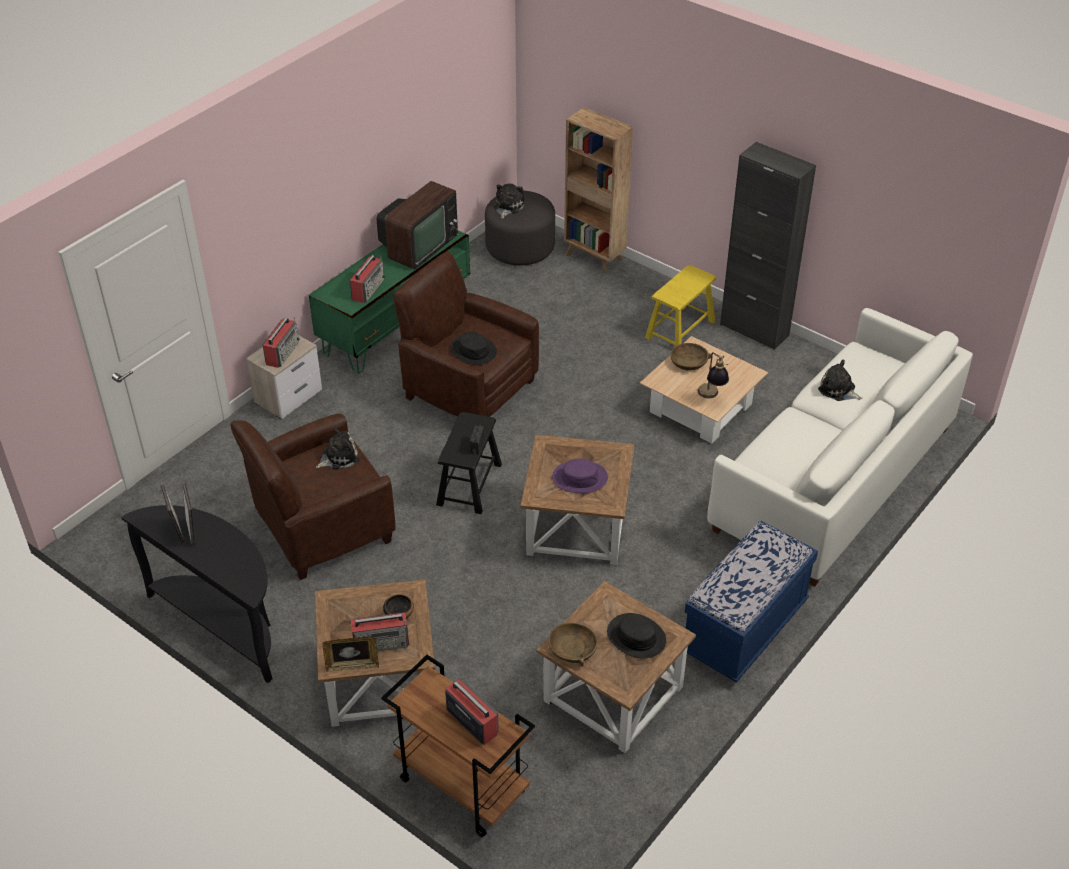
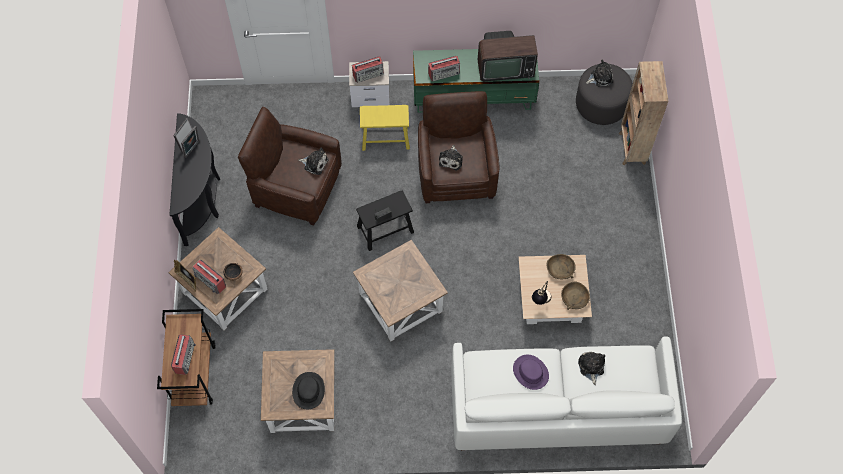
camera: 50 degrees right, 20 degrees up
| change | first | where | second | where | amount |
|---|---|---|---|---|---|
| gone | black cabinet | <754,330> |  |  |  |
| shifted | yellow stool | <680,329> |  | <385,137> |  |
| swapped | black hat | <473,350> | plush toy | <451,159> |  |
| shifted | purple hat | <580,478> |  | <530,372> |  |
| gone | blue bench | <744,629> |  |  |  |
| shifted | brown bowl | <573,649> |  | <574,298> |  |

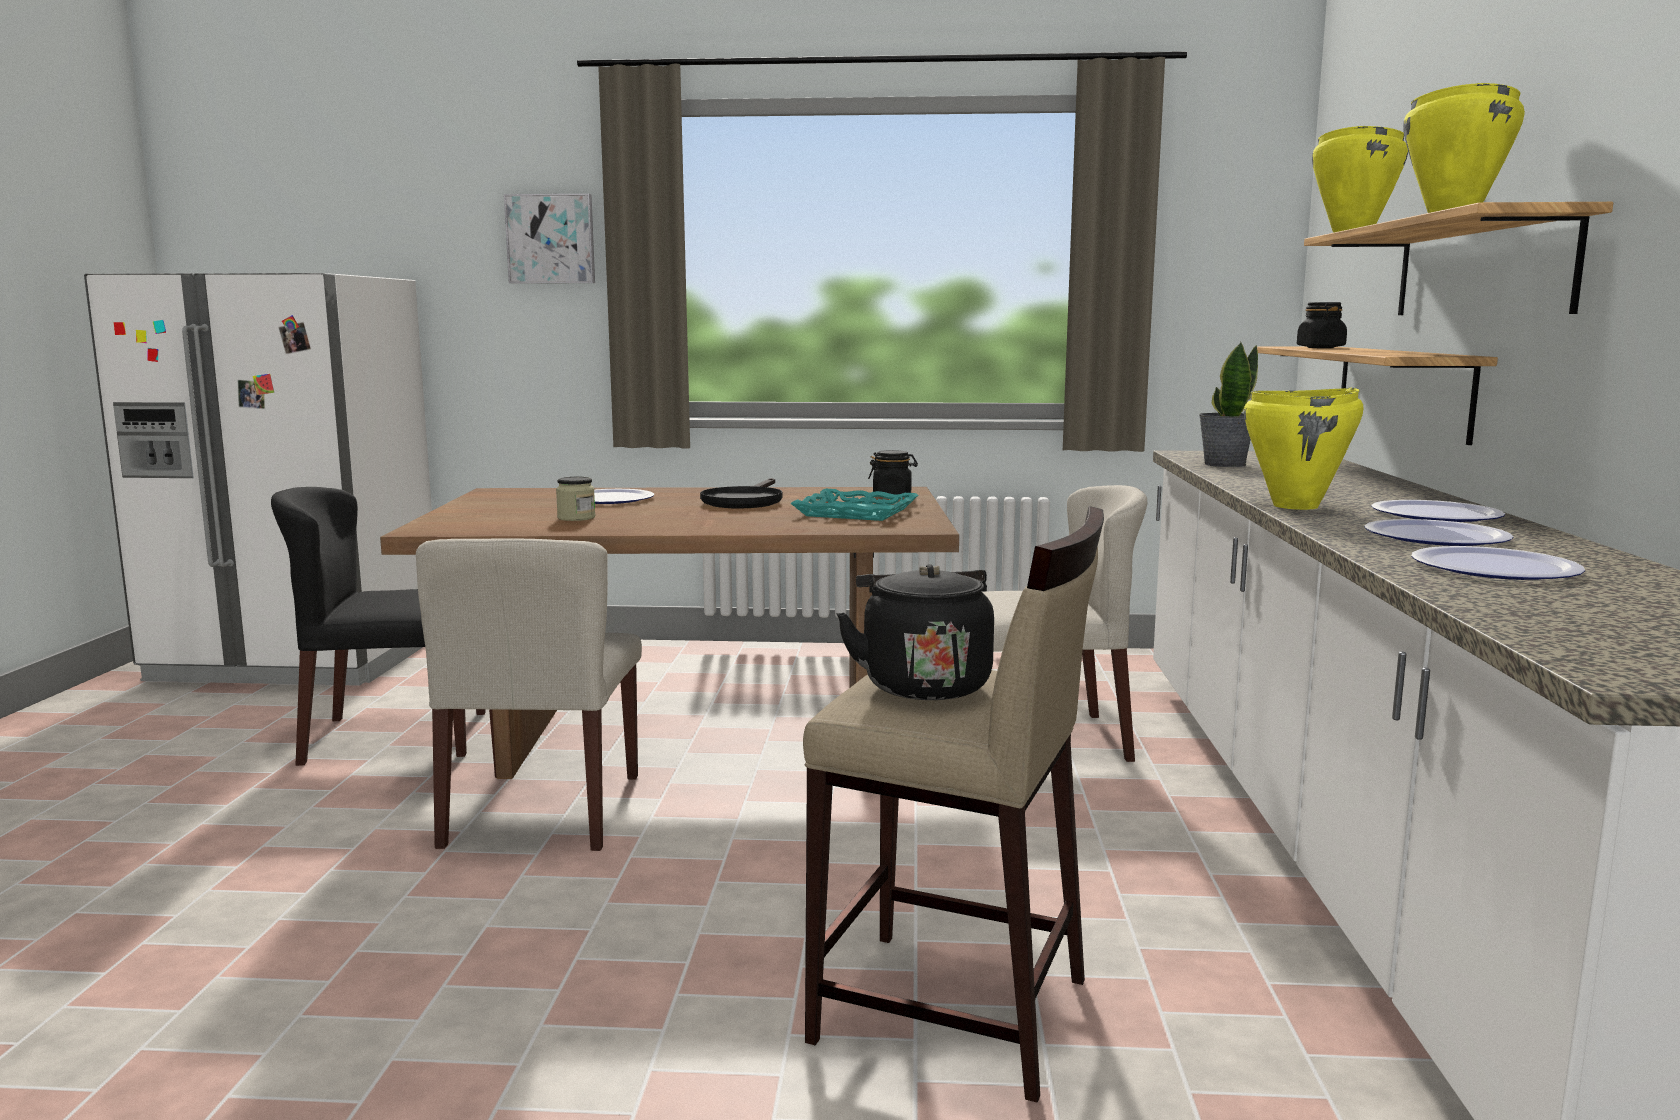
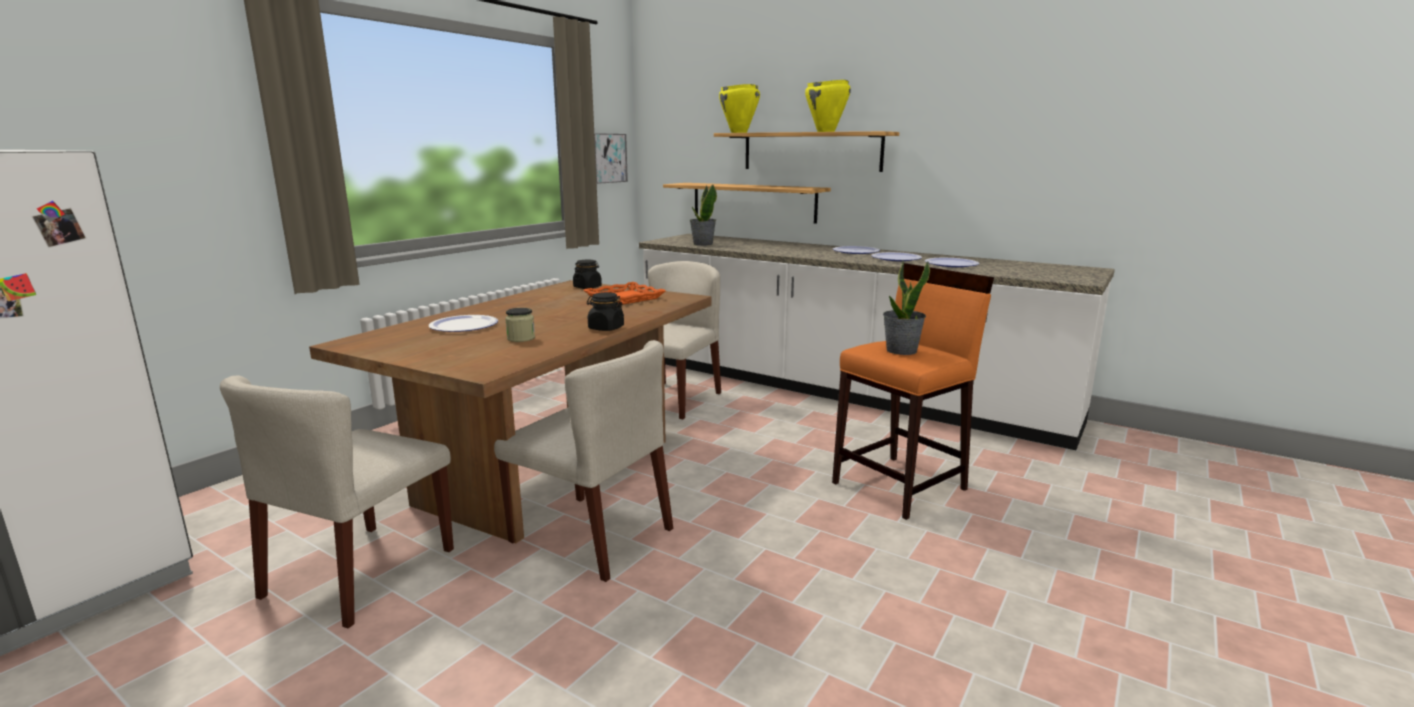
camera: 60 degrees left, 5 degrees up
| change | first | where | second | where | amount |
|---|---|---|---|---|---|
| shifted | picture | <551,239> |  | <607,158> |  |
| shifted | black jar | <1320,347> |  | <605,328> |  |
| gone | yellow cooking pot | <1296,506> |  |  |  |
| gone | black frying pan | <745,501> |  |  |  |
| repainted | black chair | <394,737> | beige chair | <360,573> |  |
| repainted | turquoise tray | <856,512> | orange tray | <624,298> |  |
| repainted | beige stool | <953,1012> | orange stool | <901,486> |  |
| swapped | black kettle | <922,684> | potted plant | <901,351> |  |

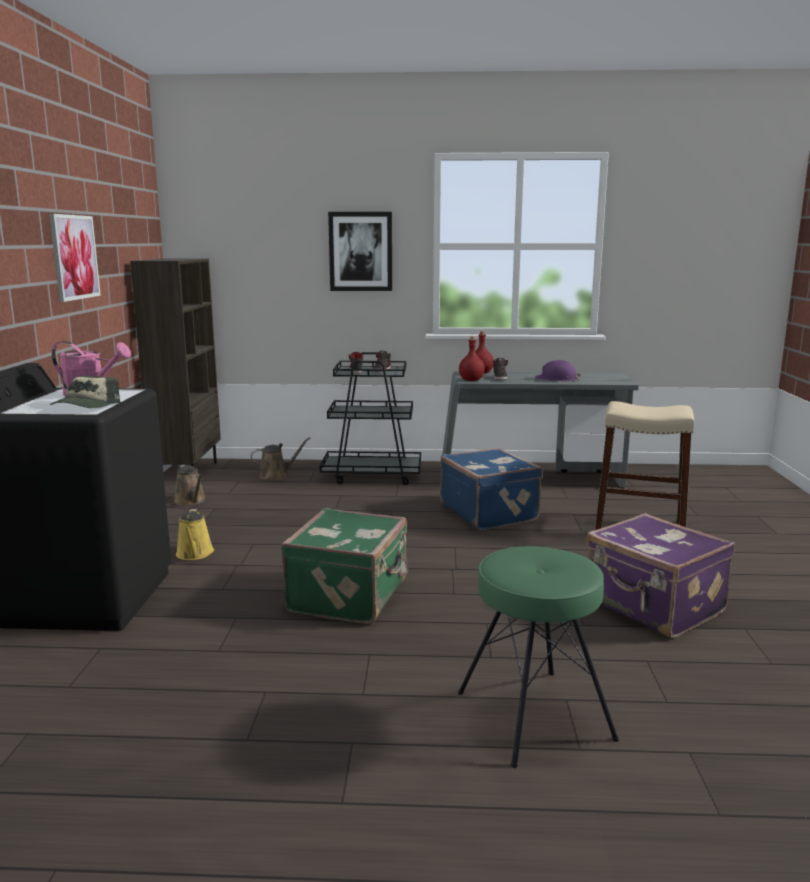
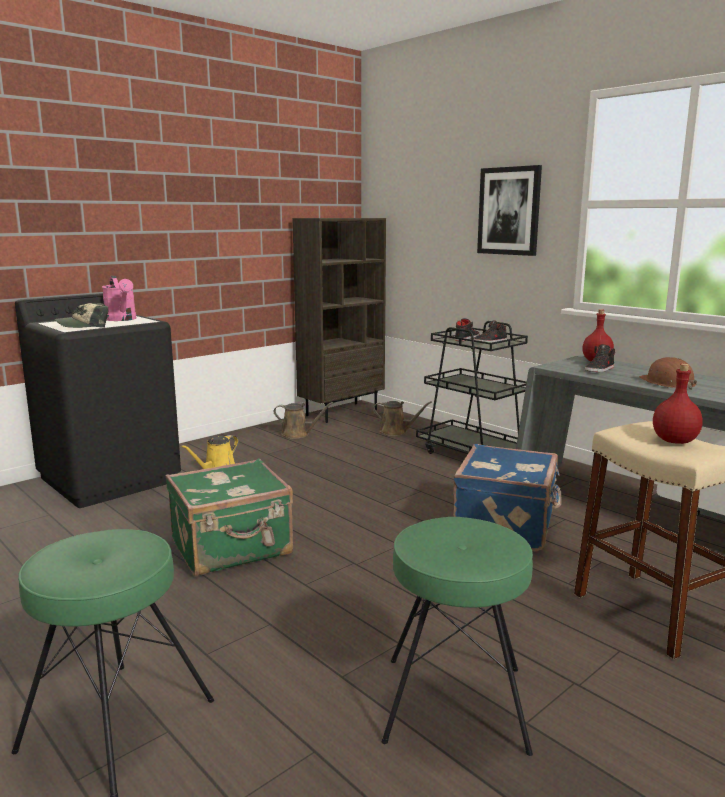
camera: 45 degrees right, 0 degrees up
| change | first | where | second | where | amount |
|---|---|---|---|---|---|
| gone | picture | <74,257> |  |  |  |
| shifted | red bottle | <471,380> |  | <675,441> |  |
| repainted | purple hard hat | <556,379> | brown hard hat | <667,383> |  |
| rotated | brown watering can | <191,501> |  | <298,434> | 90 degrees counterclockwise |
| swapped | purple suitcase | <653,607> | green stool | <455,704> |  |

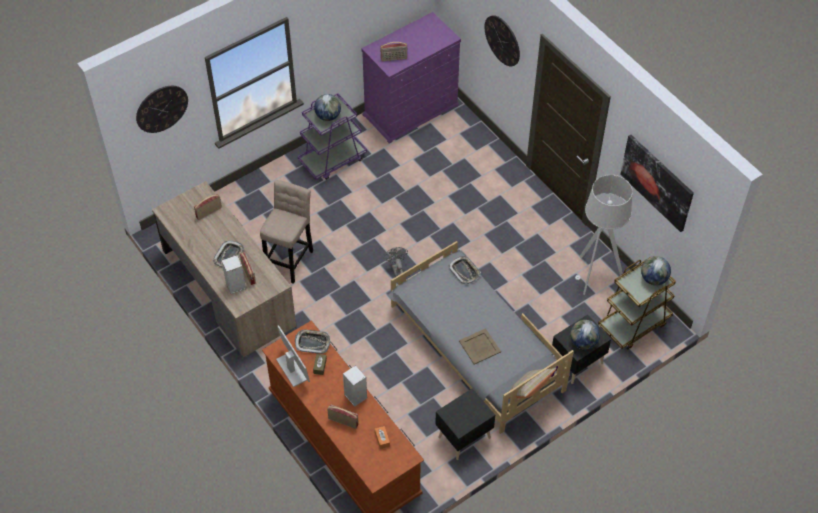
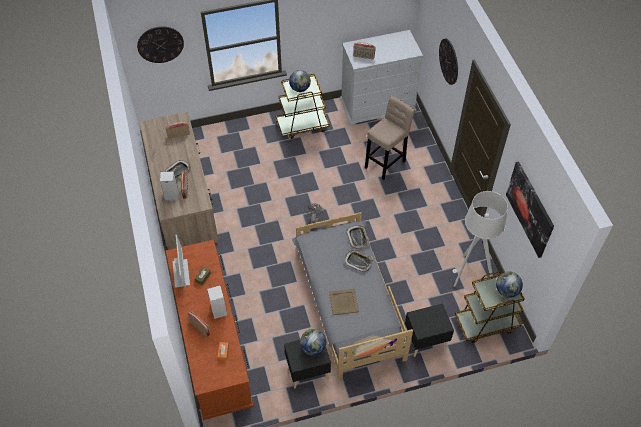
camera: 20 degrees right, 0 degrees up
| change | first | where | second | where | amount |
|---|---|---|---|---|---|
| repainted | purple dresser | <411,110> | white dresser | <377,104> |  |
| repainted | purple cart | <333,159> | brown cart | <302,125> |  |
| shifted | beige stool | <290,260> |  | <386,162> |  |
| shifted | globe | <583,342> |  | <313,348> |  |
| shifted | tray | <312,343> |  | <358,262> |  |

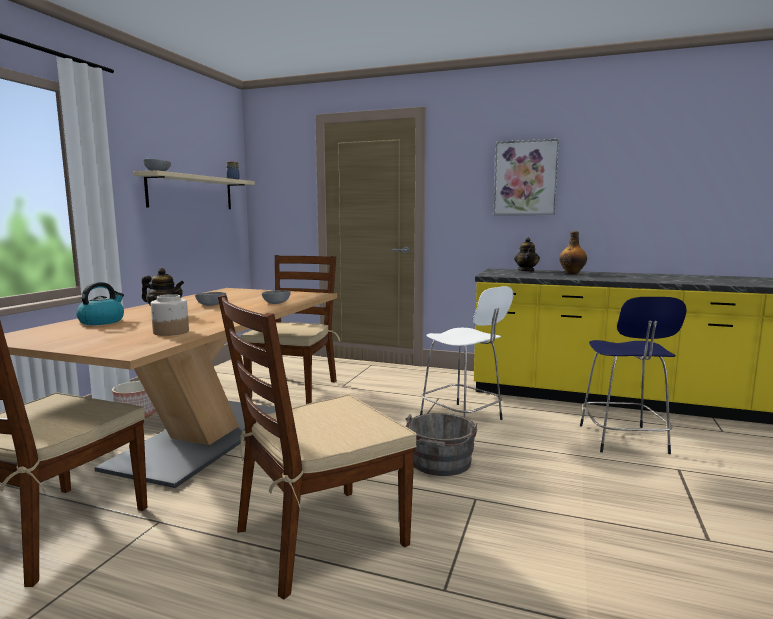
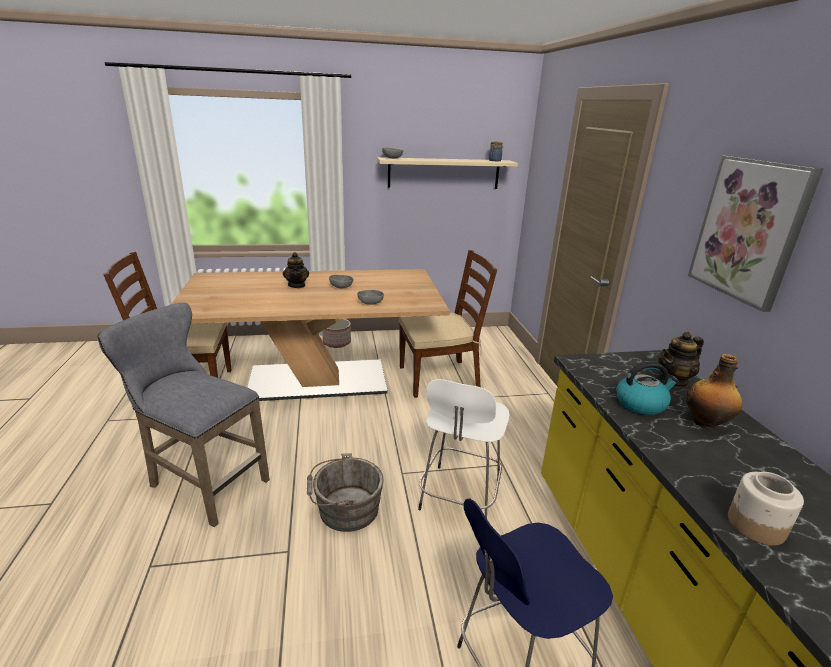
camera: 60 degrees right, 15 degrees up
| change | first | where | second | where | amount |
|---|---|---|---|---|---|
| shifted | kettle | <102,321> |  | <641,404> |  |
| shifted | jar | <171,332> |  | <755,525> |  |
| swapped | brown chair | <319,537> | grey stool | <203,482> |  |

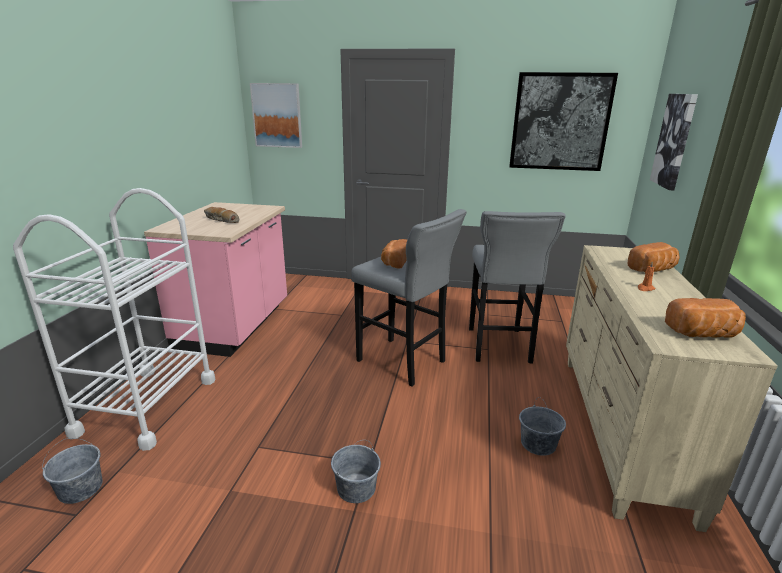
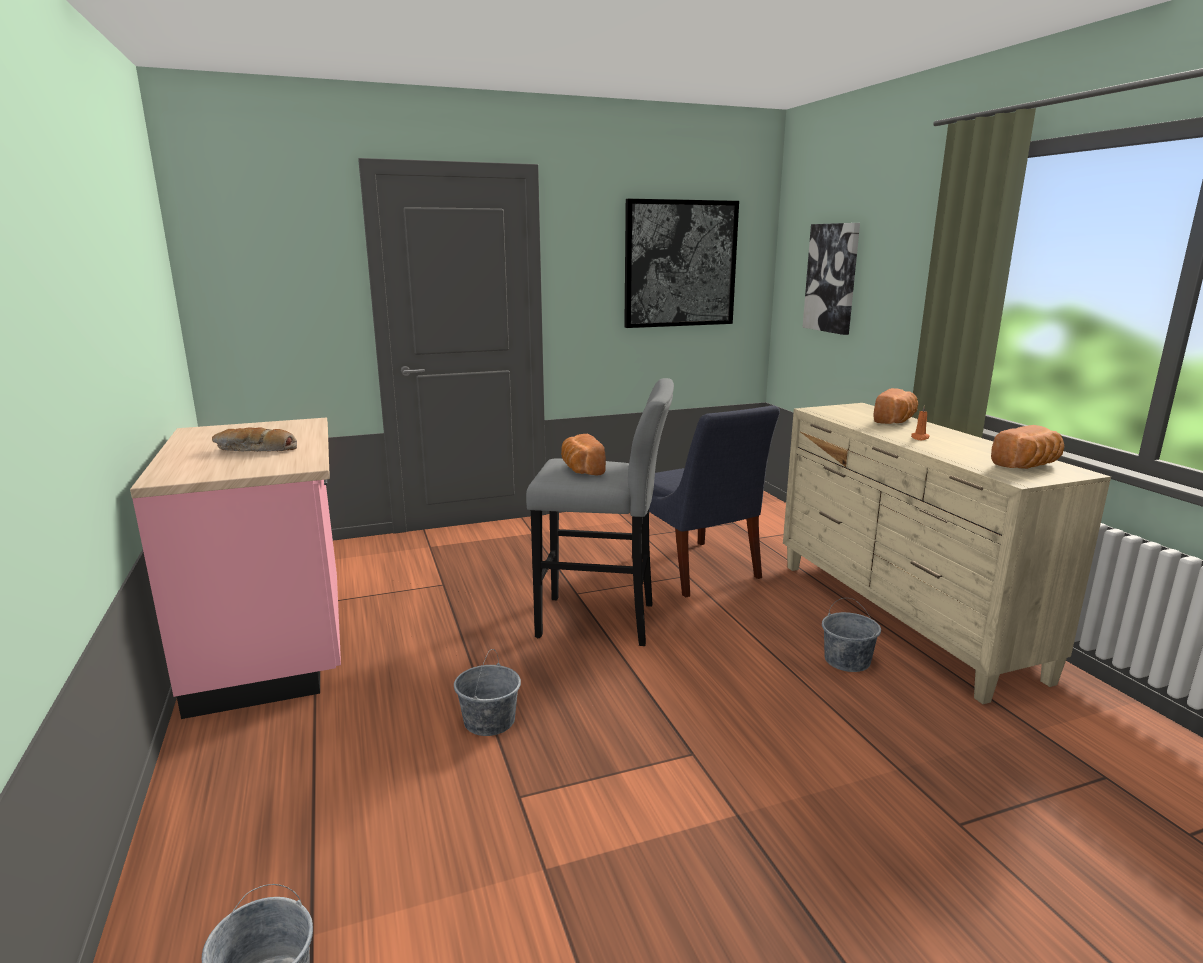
camera: 30 degrees left, 5 degrees down
| change | first | where | second | where | amount |
|---|---|---|---|---|---|
| gone | picture | <277,115> |  |  |  |
| gone | white cart | <147,406> |  |  |  |
| swapped | grey stool | <499,347> | blue chair | <697,570> |  |
| shifted | grey bucket | <356,488> |  | <489,721> |  |

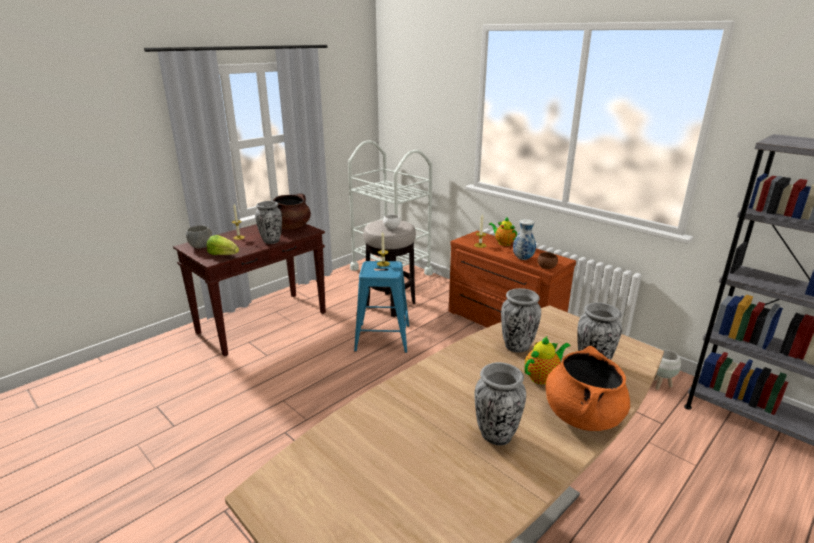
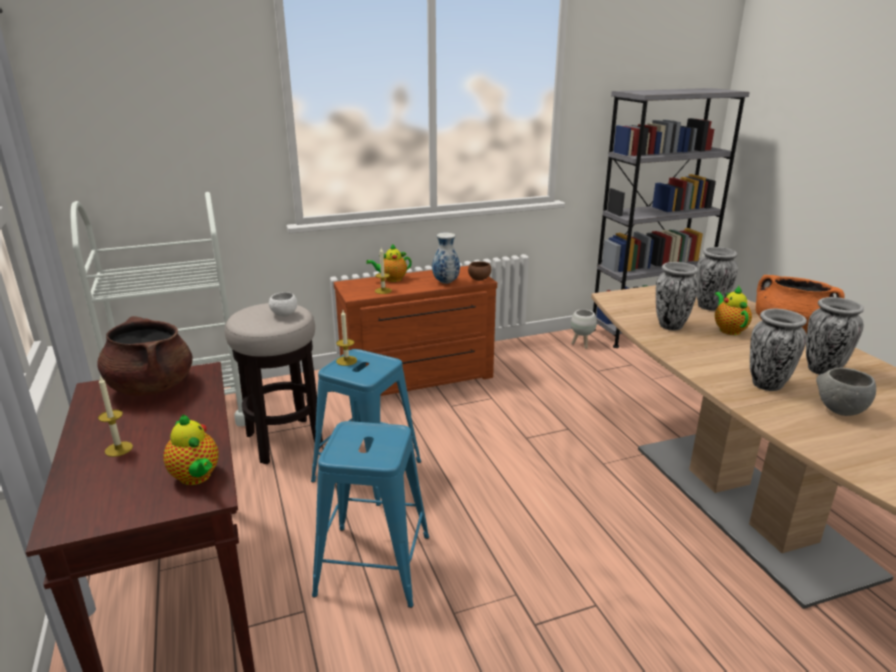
camera: 65 degrees left, 0 degrees up
| change | first | where | second | where | amount |
|---|---|---|---|---|---|
| shifted | vase | <271,241> |  | <767,384> |  |
| shifted | grey bowl | <201,247> |  | <839,411> |  |
| swapped | lettuce | <223,255> | teapot | <196,477> |  |
| new |  |  | blue stool | <374,565> |  |

